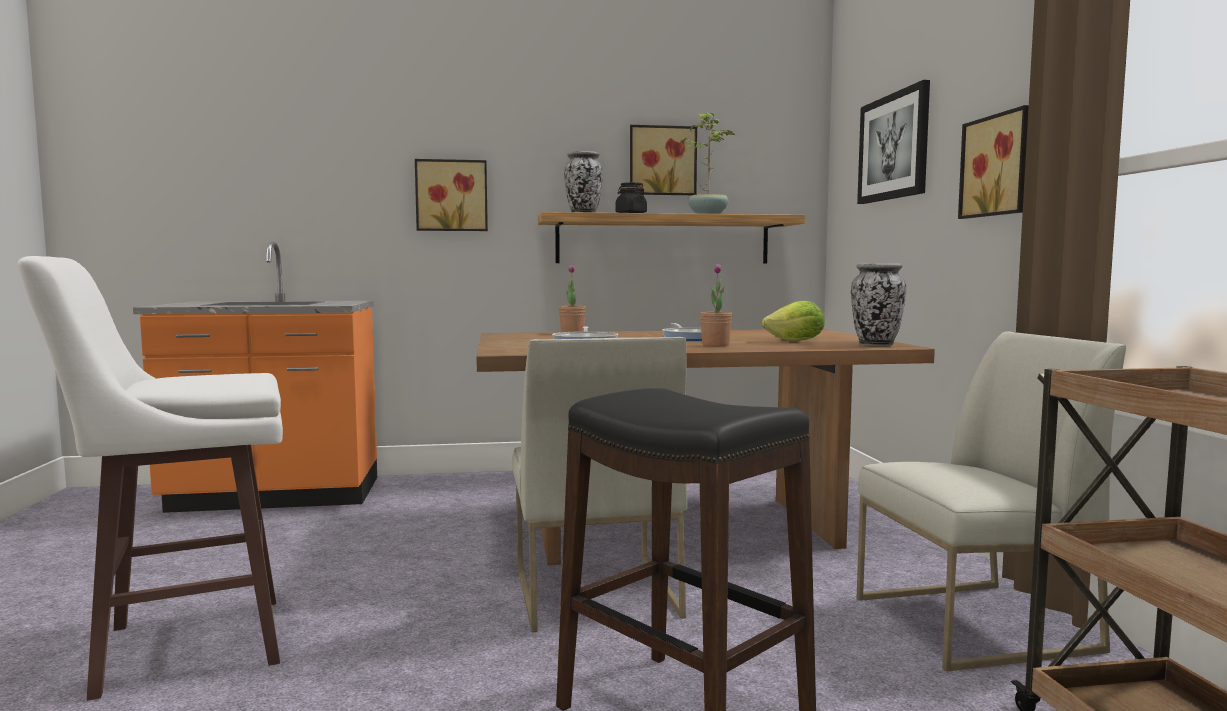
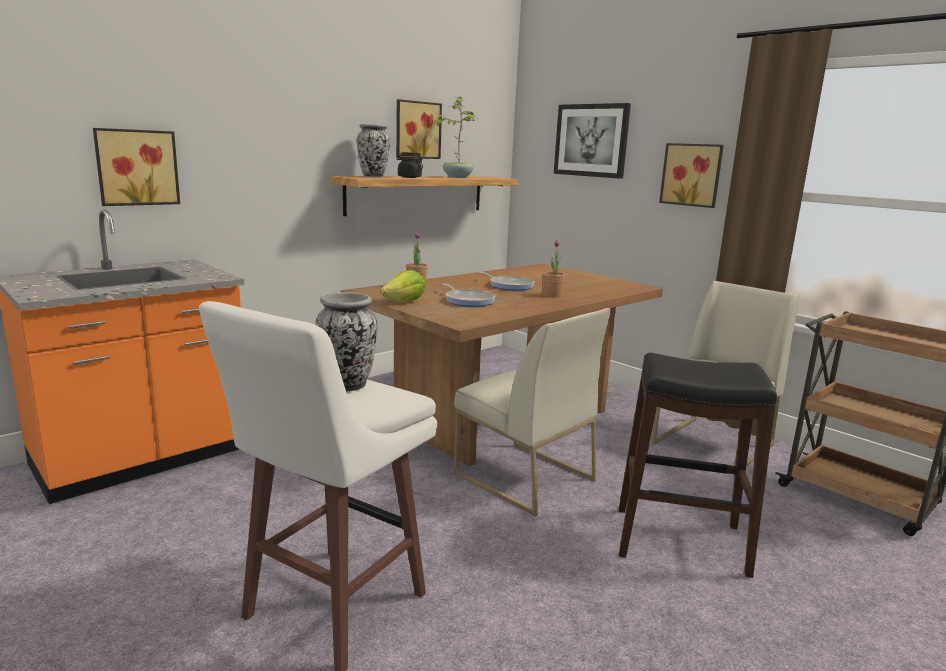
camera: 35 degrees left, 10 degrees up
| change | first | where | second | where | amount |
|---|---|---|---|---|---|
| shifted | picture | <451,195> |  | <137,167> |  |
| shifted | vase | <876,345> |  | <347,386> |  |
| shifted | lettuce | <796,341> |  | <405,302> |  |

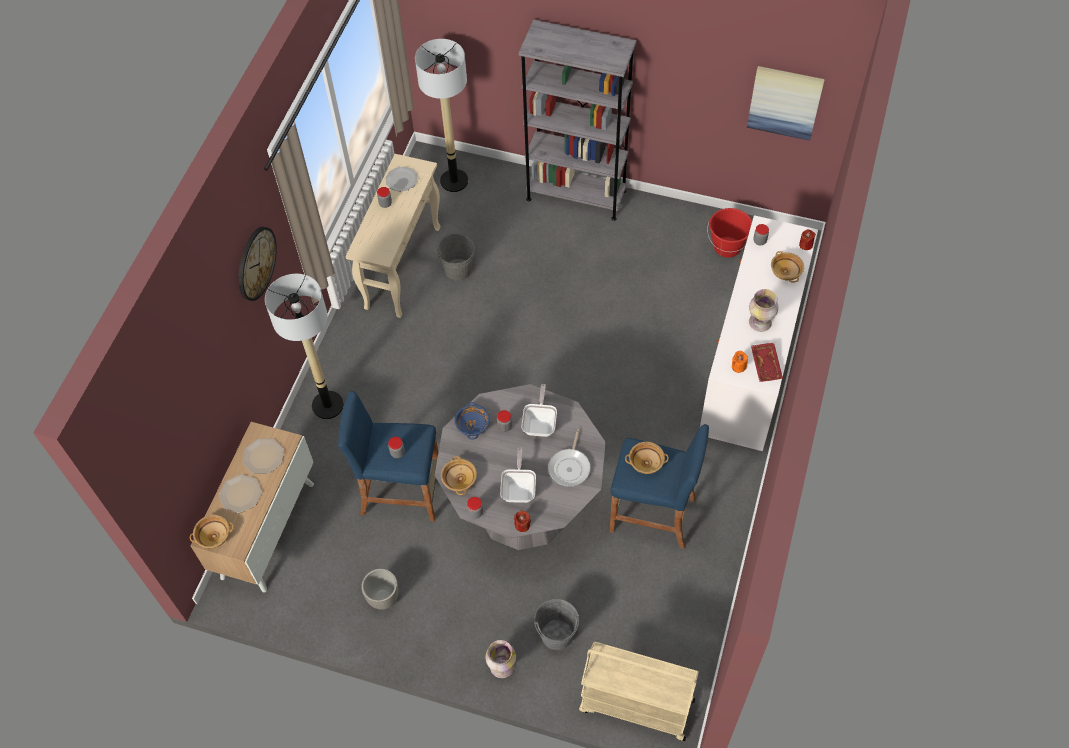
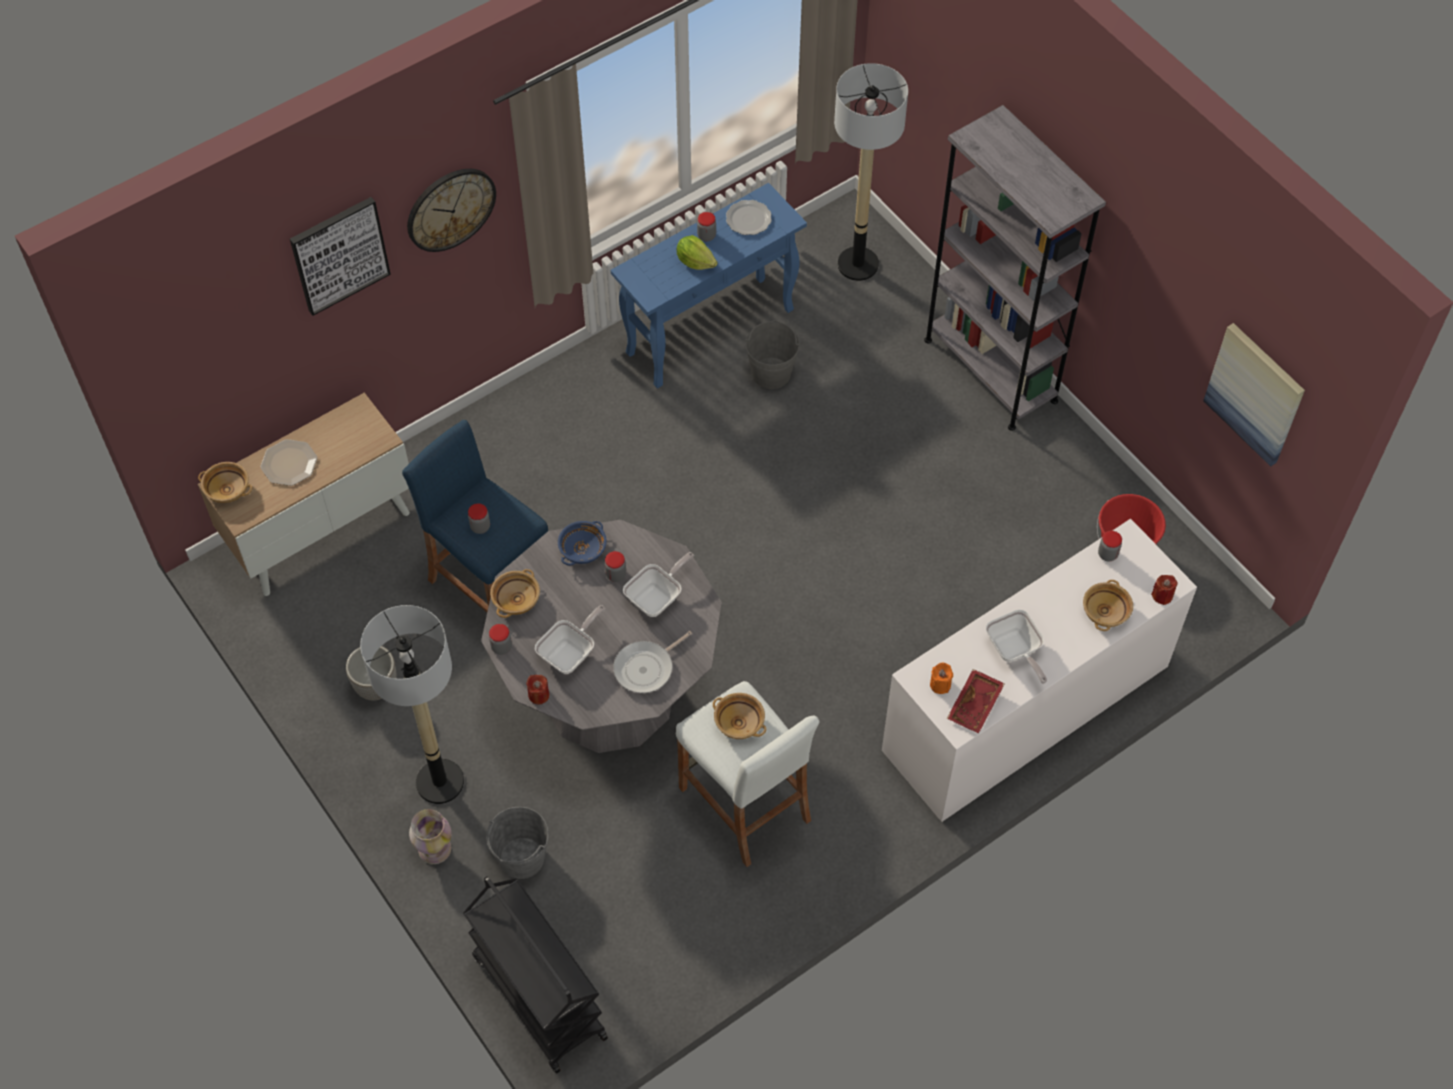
camera: 35 degrees right, 0 degrees up
| change | first | where | second | where | amount |
|---|---|---|---|---|---|
| repainted | beige console table | <403,267> | blue console table | <711,331> |  |
| shifted | floor lamp | <327,405> |  | <439,782> |  |
| swapped | vase | <760,323> | frying pan | <1014,651> |  |
| repainted | blue stool | <652,515> | white stool | <744,804> |  |
| gone | plate | <263,456> |  |  |  |
| repainted | beige cart | <635,705> | black cart | <538,996> |  |
| new |  |  | picture | <339,254> |  |
| new |  |  | lettuce | <695,261> |  |

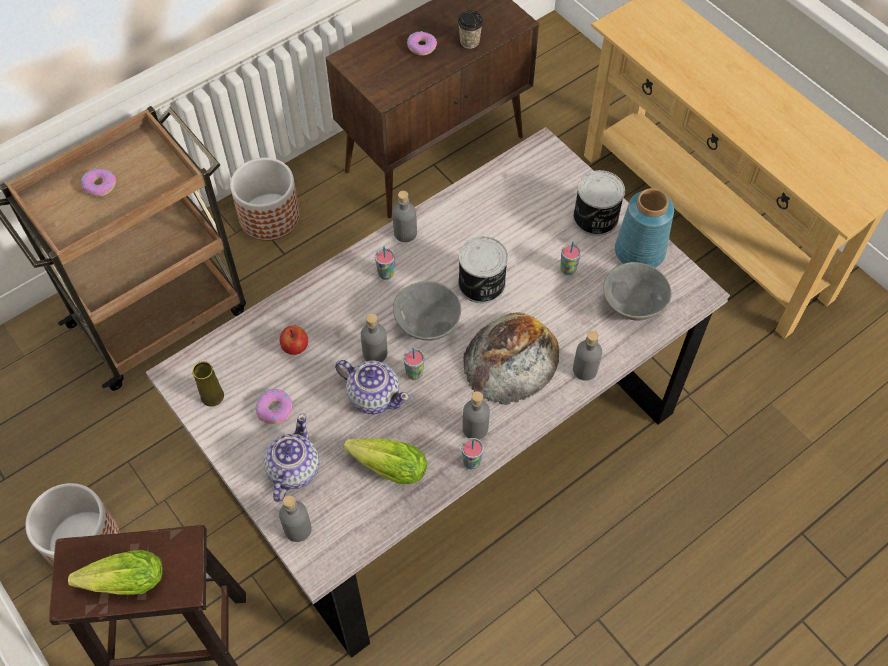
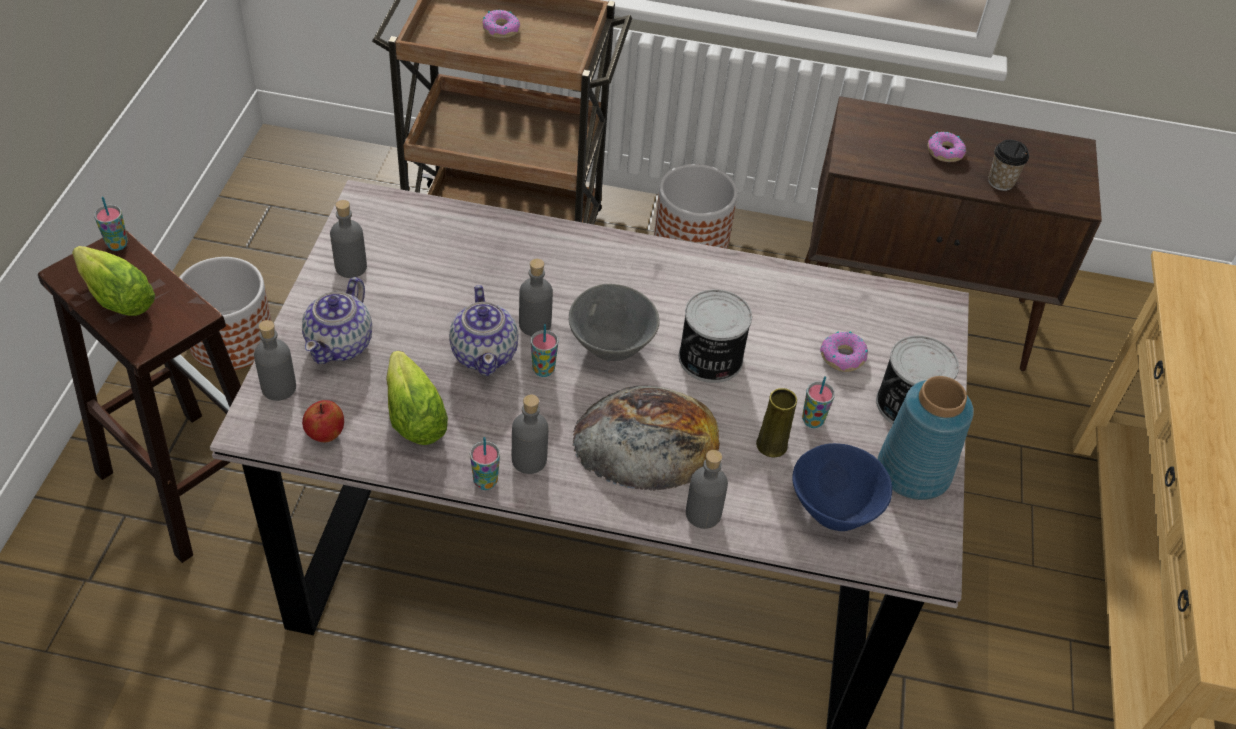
camera: 45 degrees right, 10 degrees down
| change | first | where | second | where | amount |
|---|---|---|---|---|---|
| shifted | grey bottle | <405,233> |  | <351,267> |  |
| shifted | cup | <386,274> |  | <117,244> |  |
| repainted | grey bowl | <633,305> | blue bowl | <836,508> |  |
| shifted | apple | <295,348> |  | <325,434> |  |
| shifted | yellow vase | <212,396> |  | <771,445> |  |
| shifted | donut | <275,409> |  | <843,357> |  |
| rotated | teapot | <293,470> |  | <341,344> | 135 degrees clockwise |

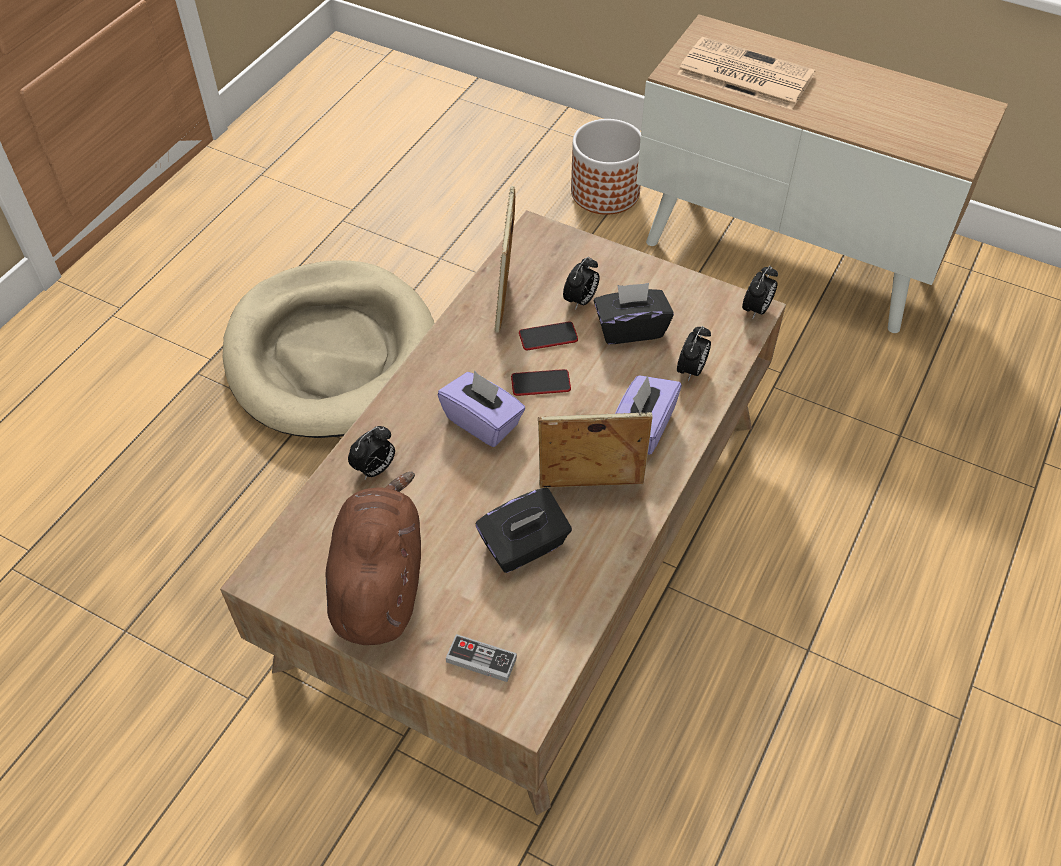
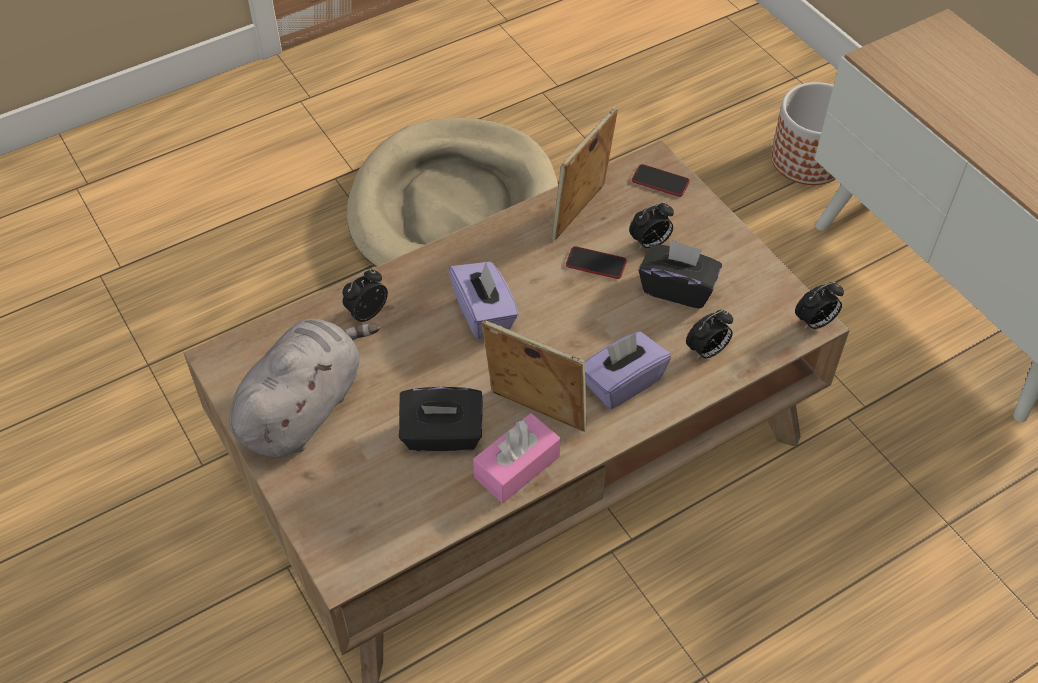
camera: 30 degrees right, 0 degrees up
| change | first | where | second | where | amount |
|---|---|---|---|---|---|
| gone | newspaper | <743,74> |  |  |  |
| shifted | phone | <540,383> |  | <660,181> |  |
| rotated | alarm clock | <375,469> |  | <366,312> | 150 degrees clockwise |
| repainted | brown plush toy | <379,583> | grey plush toy | <304,407> |  |
| gone | game controller | <481,660> |  |  |  |
| new |  |  | pink tissue box | <517,467> |  |

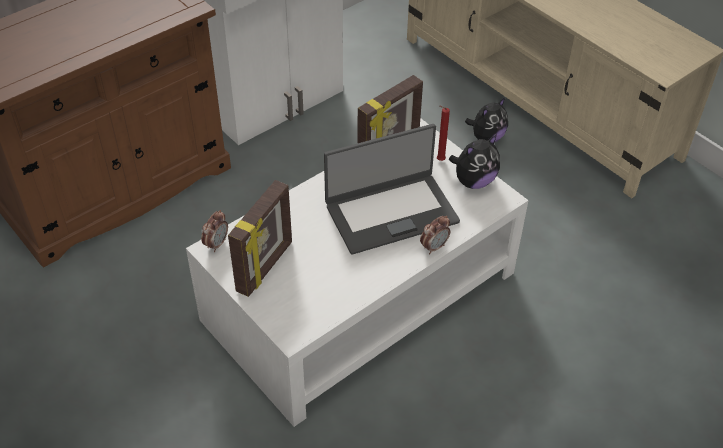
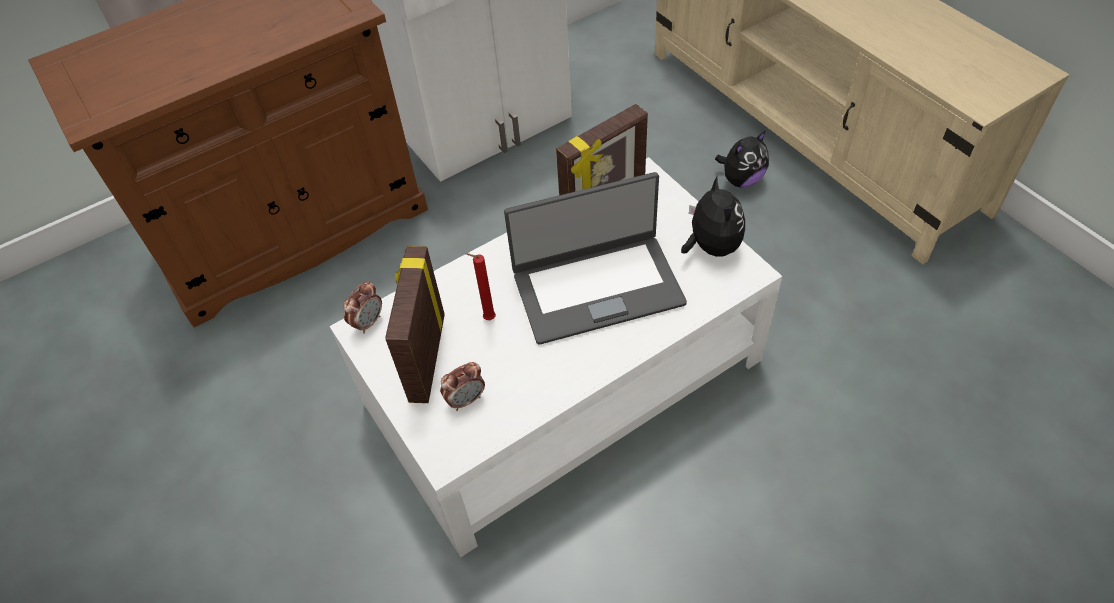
camera: 10 degrees right, 5 degrees up
| change | first | where | second | where | amount |
|---|---|---|---|---|---|
| shifted | red candle | <439,160> |  | <487,318> |  |
| rotated | plush toy | <473,181> |  | <711,247> | 75 degrees counterclockwise |
| rotated | picture frame | <266,267> |  | <425,358> | 150 degrees clockwise |
| shifted | alarm clock | <434,247> |  | <466,399> |  |

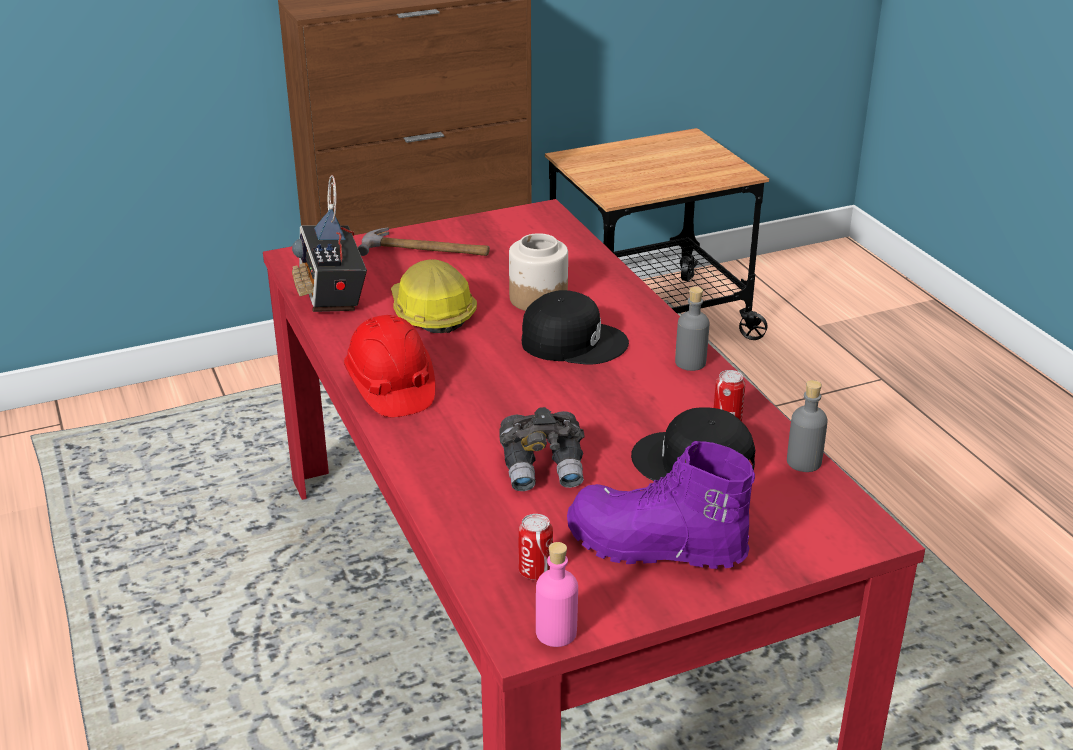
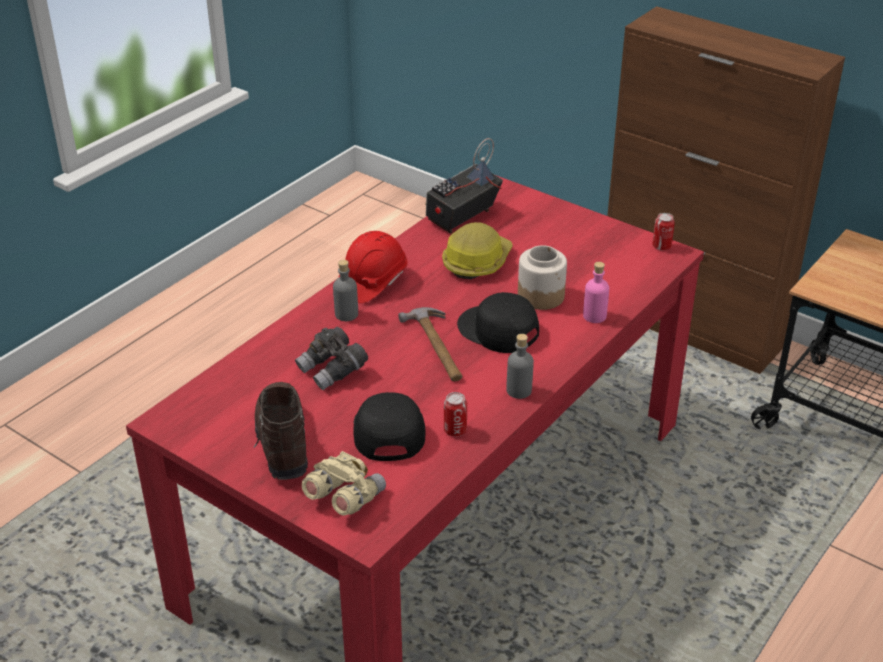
camera: 60 degrees right, 5 degrees up
| change | first | where | second | where | amount |
|---|---|---|---|---|---|
| shifted | hammer | <426,250> |  | <437,347> |  |
| rotated | black cap | <573,341> |  | <497,330> | 150 degrees clockwise |
| shifted | grey bottle | <803,462> |  | <346,314> |  |
| repainted | purple boot | <655,547> | brown boot | <282,443> |  |
| shifted | can | <535,571> |  | <661,246> |  |
| shifted | pink bottle | <556,633> |  | <594,316> |  |
| new |  |  | beige binoculars | <344,498> |  |

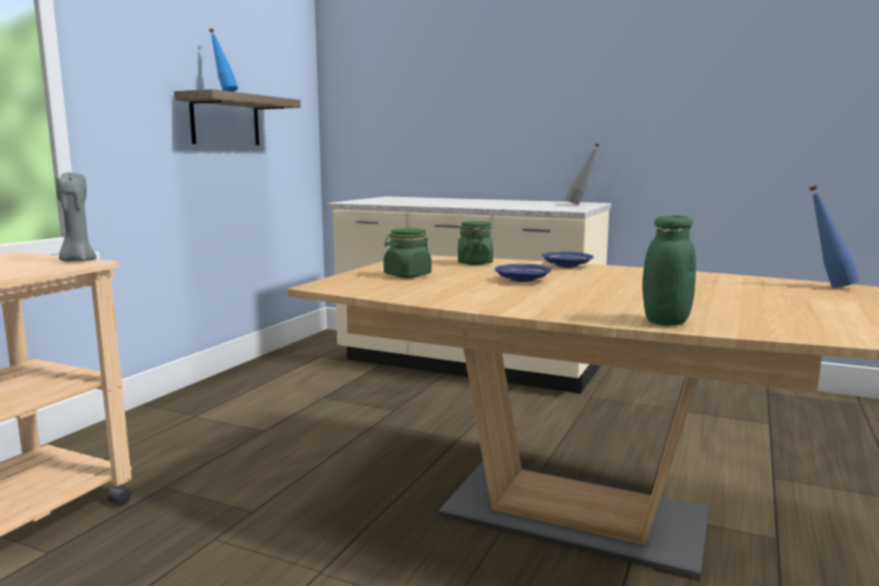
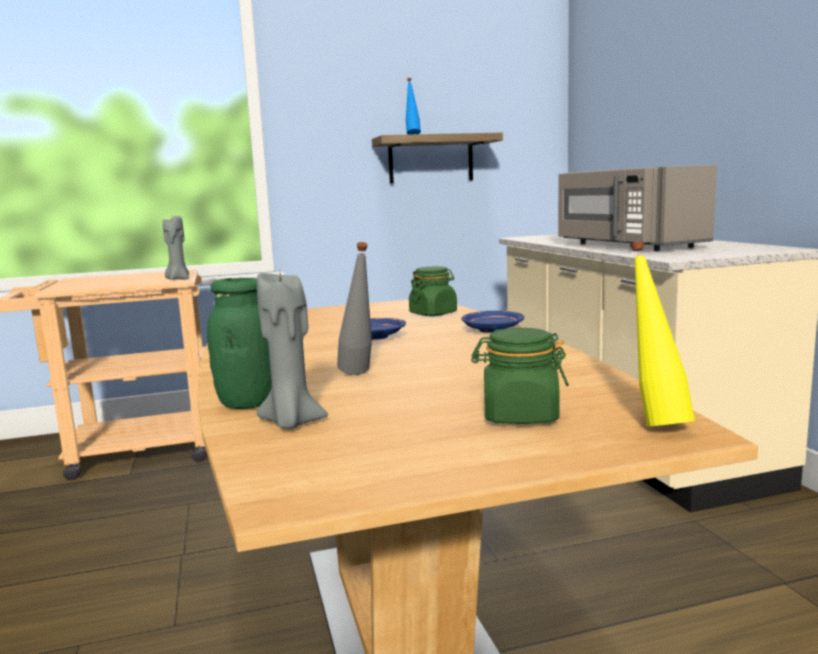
camera: 50 degrees right, 0 degrees up
| change | first | where | second | where | amount |
|---|---|---|---|---|---|
| shifted | grey bottle | <580,204> |  | <359,375> |  |
| repainted | blue bottle | <827,286> | yellow bottle | <654,422> |  |
| shifted | green jar | <407,275> |  | <519,416> |  |
| new |  |  | grey microwave | <626,245> |  |
| new |  |  | grey candle | <291,423> |  |

